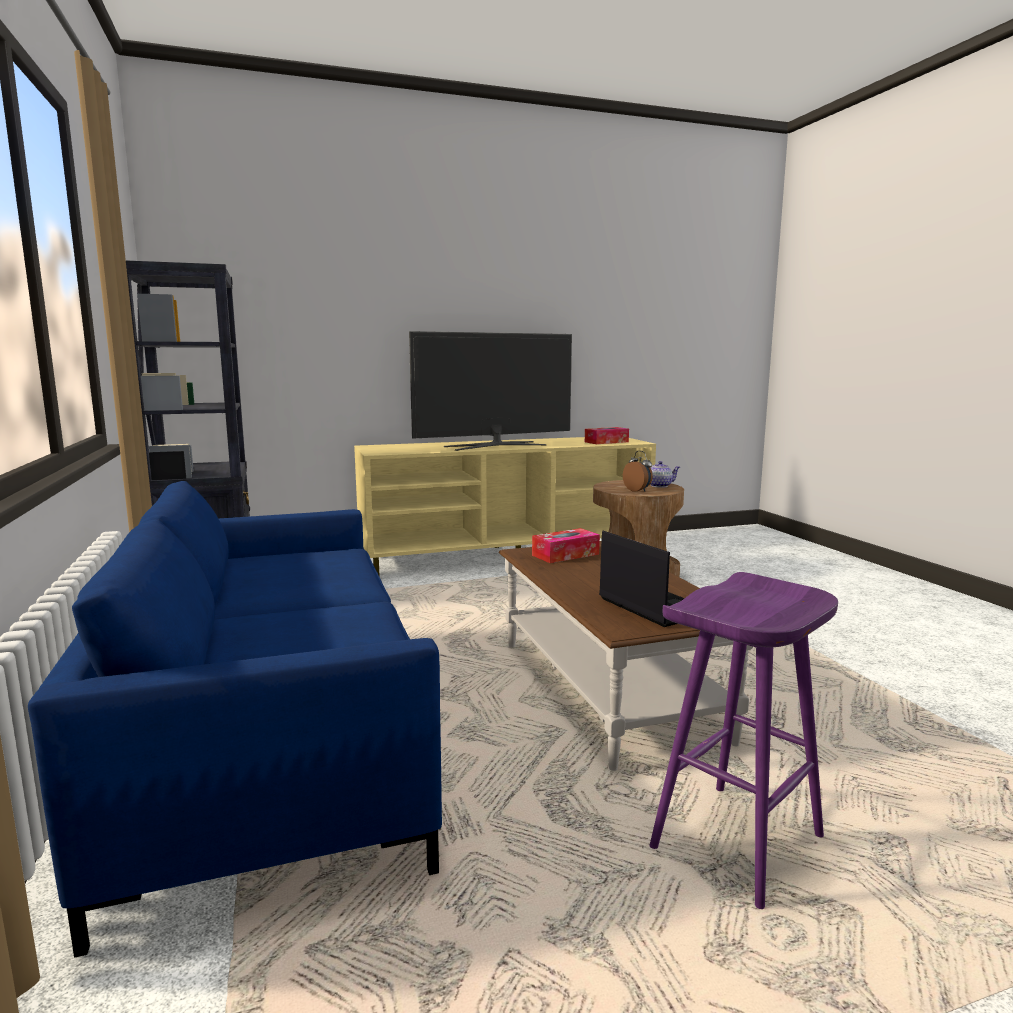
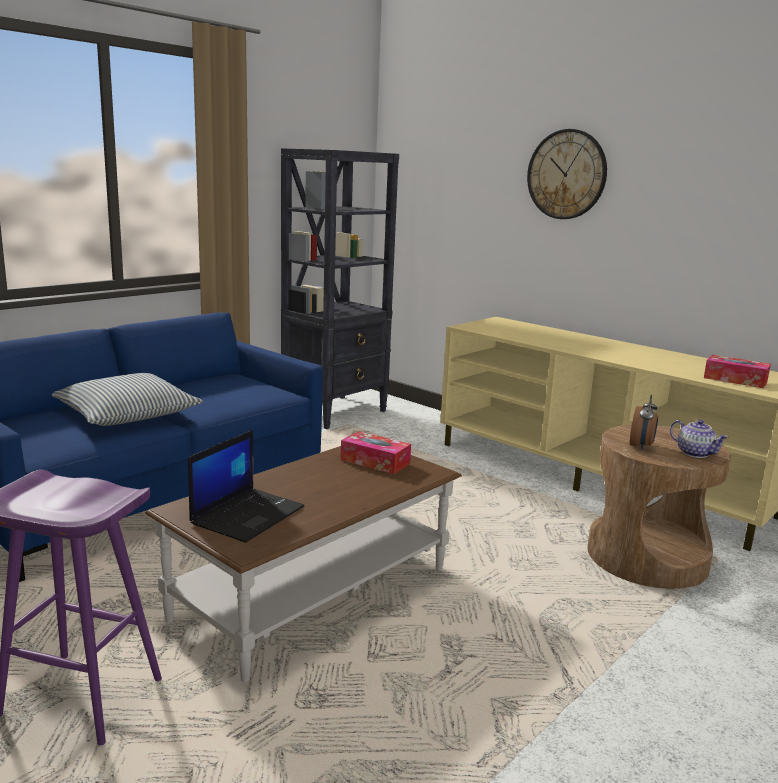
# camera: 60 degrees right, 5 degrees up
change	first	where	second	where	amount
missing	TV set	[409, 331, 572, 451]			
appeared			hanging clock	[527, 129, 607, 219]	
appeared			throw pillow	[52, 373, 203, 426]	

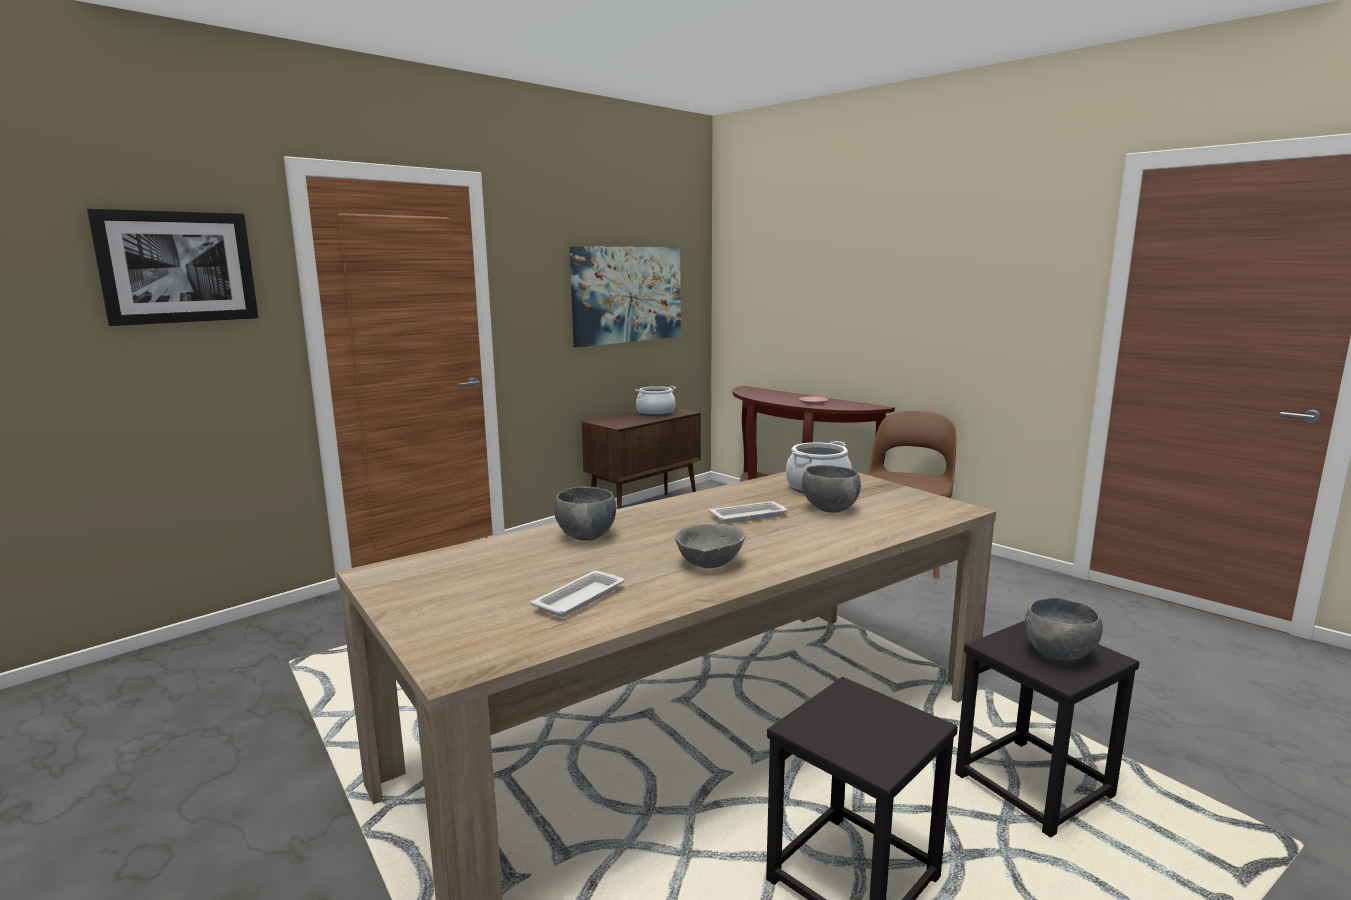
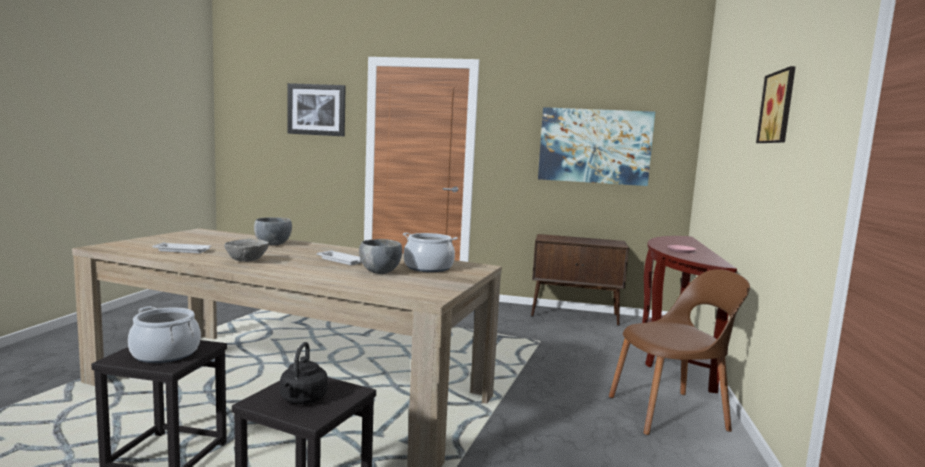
# camera: 55 degrees right, 5 degrees down
change	first	where	second	where	amount
relocated	stockpot	[635, 386, 676, 416]		[128, 306, 201, 363]	
exchanged	bowl/grey	[1025, 598, 1103, 661]	water kettle/black-coloured	[280, 342, 328, 404]	
appeared			picture	[756, 66, 796, 143]	

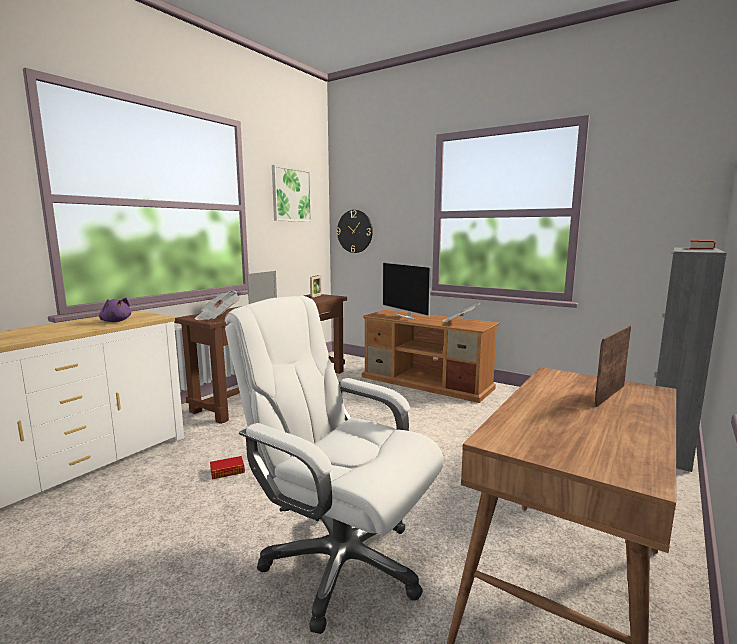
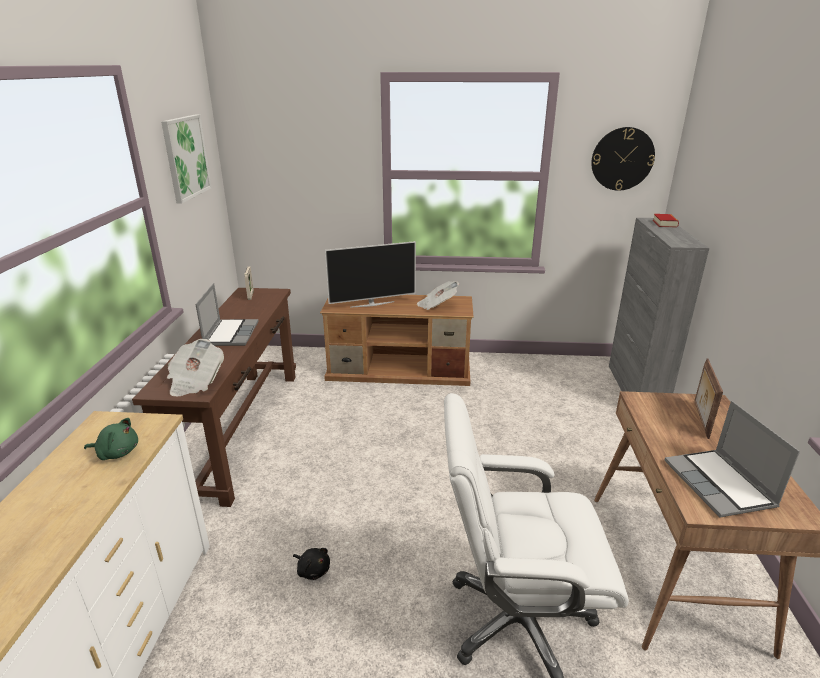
# camera: 30 degrees left, 15 degrees up
change	first	where	second	where	amount
relocated	hanging clock	[336, 210, 373, 253]		[591, 127, 655, 190]	
spun	TV set	[382, 262, 431, 320]		[325, 241, 416, 308]	45 degrees counterclockwise
colour	plush toy/purple-coloured	[99, 298, 131, 322]	plush toy/greenish	[84, 418, 138, 460]	
exchanged	bound book	[210, 456, 245, 479]	plush toy/black-coloured	[293, 548, 330, 580]	
appeared			notebook computer	[665, 401, 800, 517]	

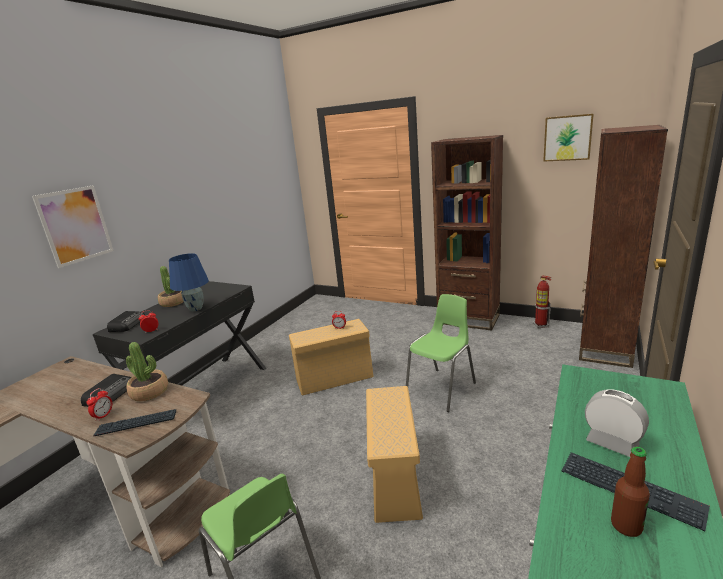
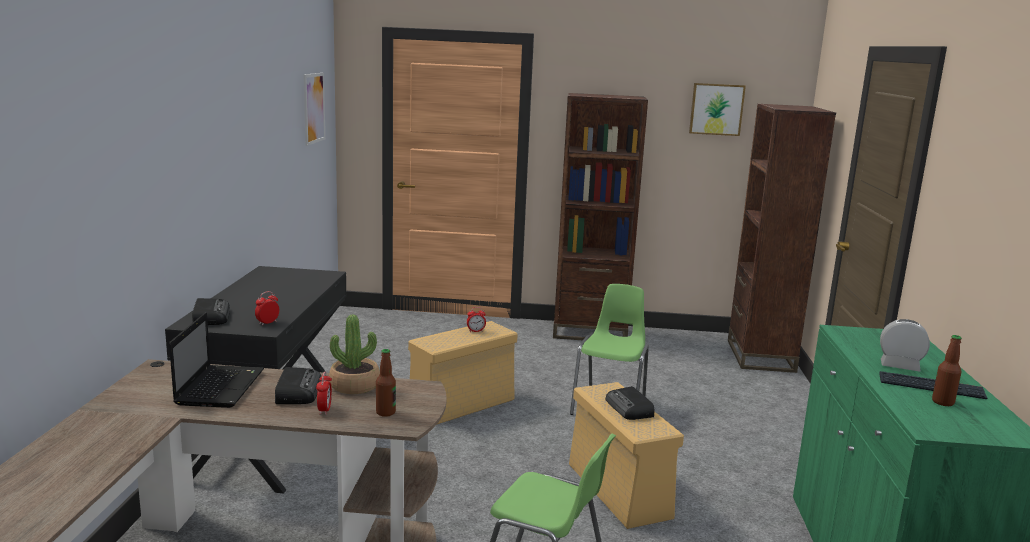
# camera: 25 degrees left, 5 degrees down
change	first	where	second	where	amount
relocated	picture	[32, 186, 114, 268]		[304, 73, 325, 146]	
missing	tabletop lamp/blue	[169, 253, 209, 311]			
missing	houseplant	[158, 266, 184, 307]			
missing	extinguisher	[533, 276, 552, 328]			
exchanged	PC keyboard	[93, 409, 176, 436]	beverage bottle	[376, 349, 396, 417]	
appeared			notebook computer	[169, 313, 264, 408]	
appeared			radio receiver	[606, 386, 654, 420]	

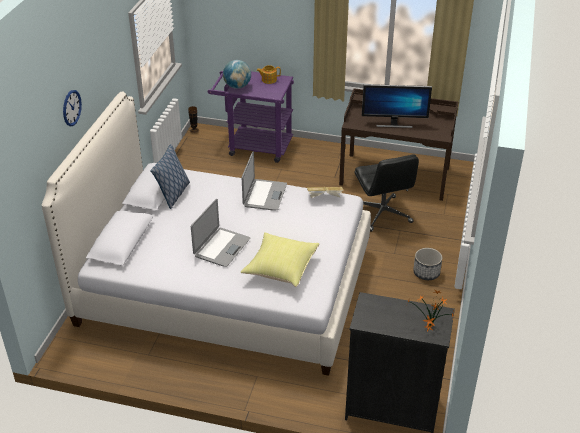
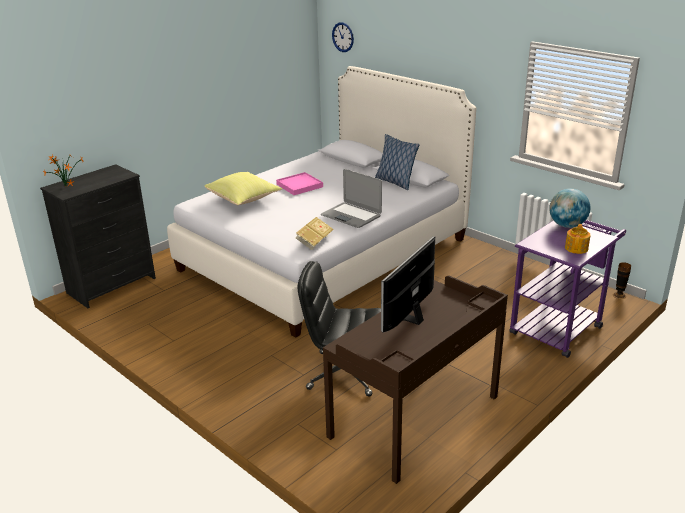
# camera: 120 degrees right, 10 degrees down
change	first	where	second	where	amount
relocated	hanging clock	[63, 90, 82, 126]		[332, 22, 354, 52]	
exchanged	notebook computer	[191, 199, 250, 267]	tray/pinkish	[276, 172, 323, 195]	
missing	flower pot	[413, 248, 442, 280]			

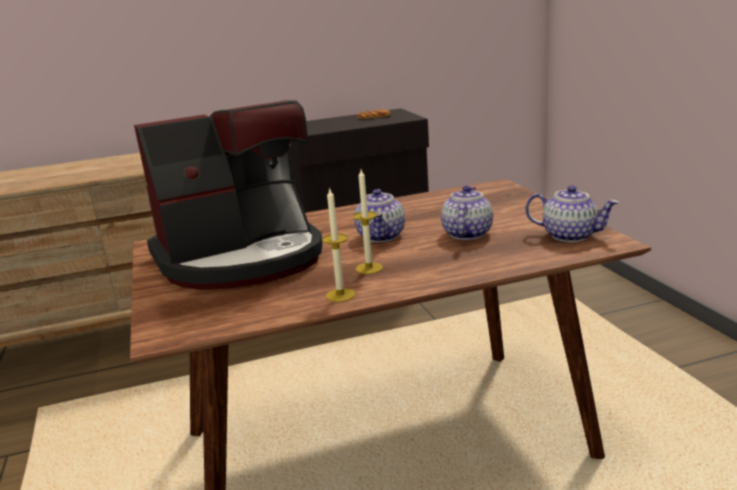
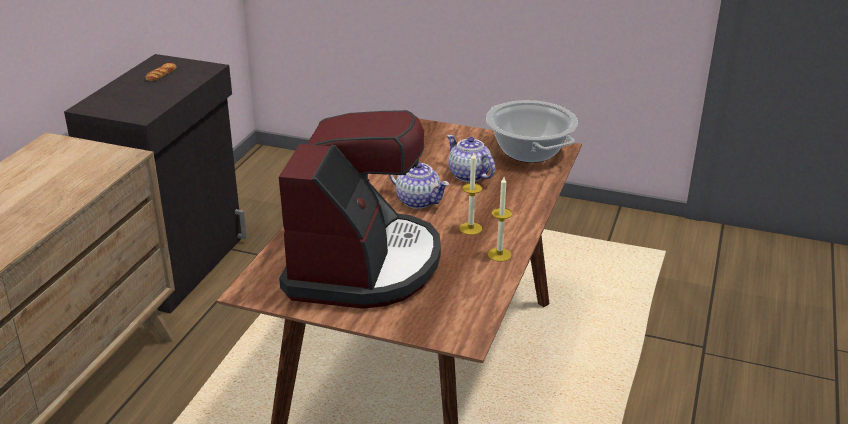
# camera: 55 degrees left, 10 degrees up
change	first	where	second	where	amount
exchanged	teapot	[525, 185, 619, 242]	stockpot	[486, 100, 578, 163]	

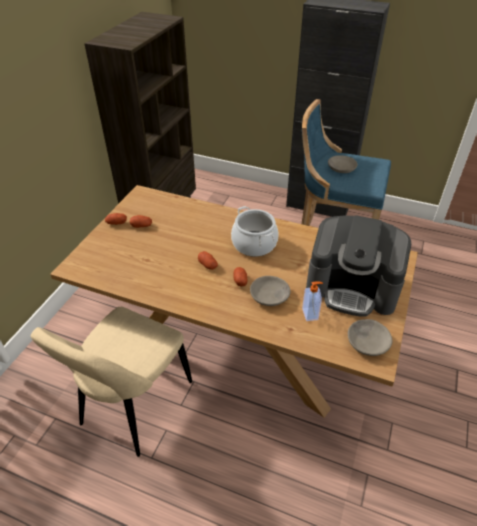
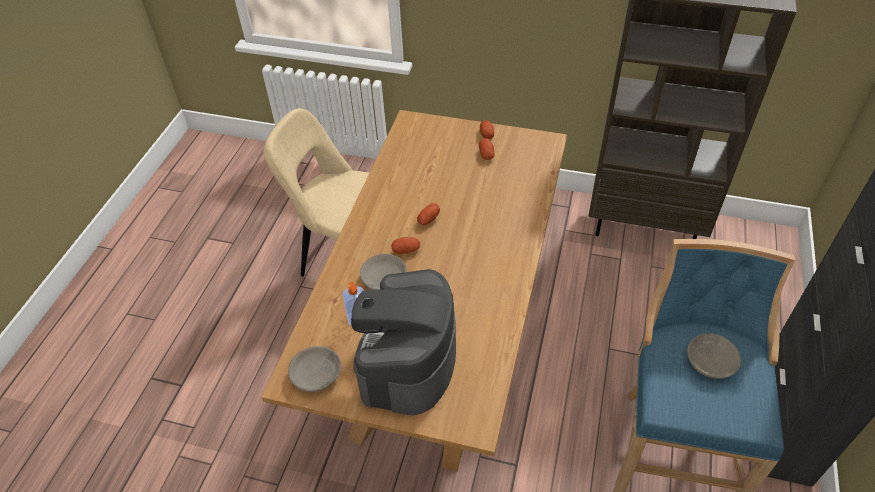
# camera: 85 degrees right, 5 degrees up
change	first	where	second	where	amount
missing	stockpot	[231, 206, 279, 257]			

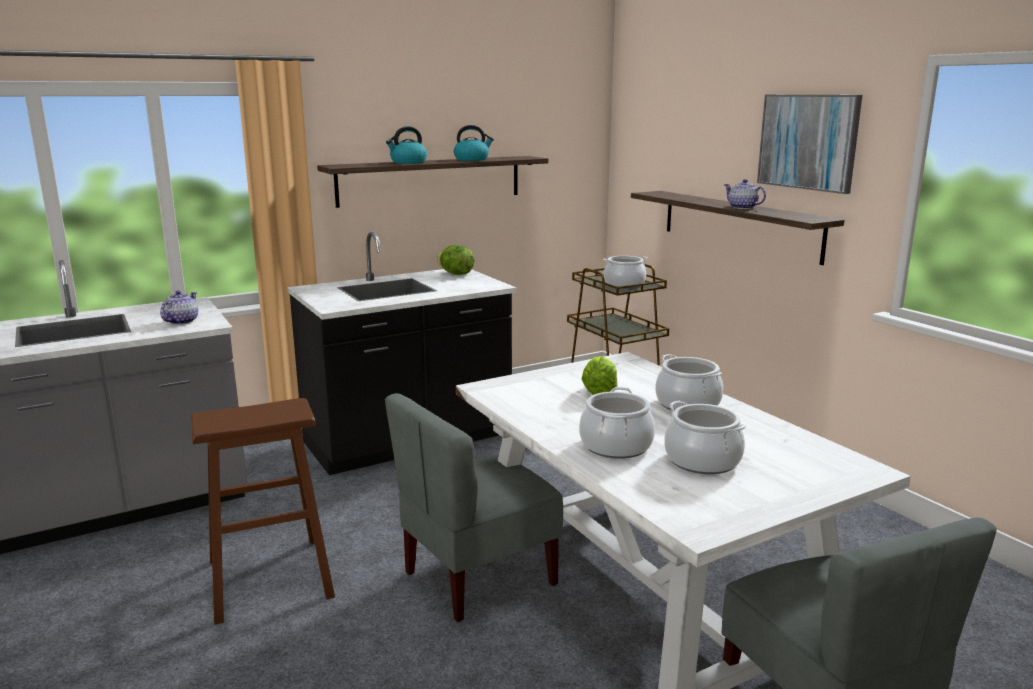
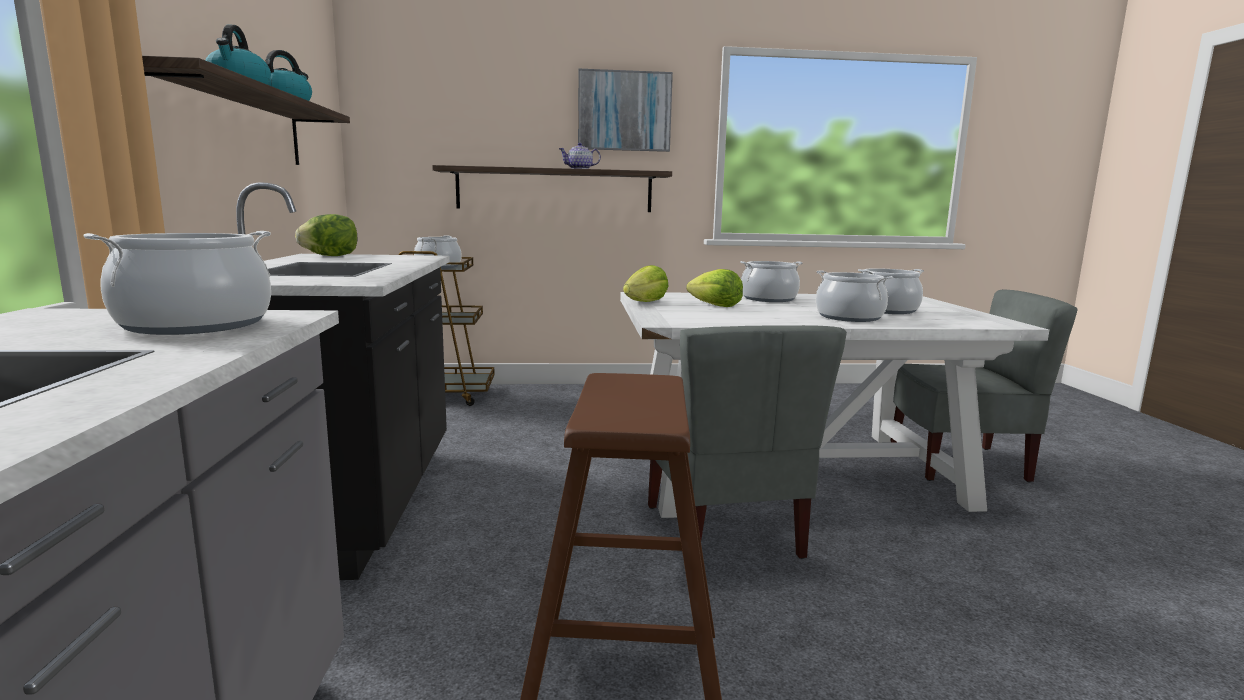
# camera: 65 degrees left, 5 degrees down
change	first	where	second	where	amount
exchanged	teapot	[160, 290, 198, 325]	stockpot	[83, 231, 271, 335]	
appeared			head of lettuce	[623, 265, 669, 302]	

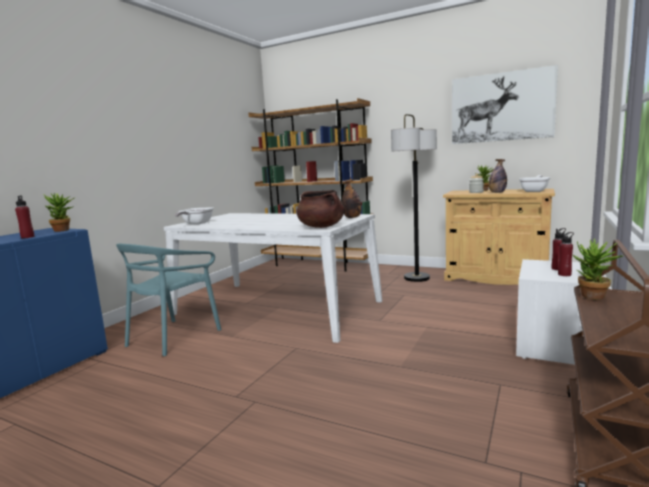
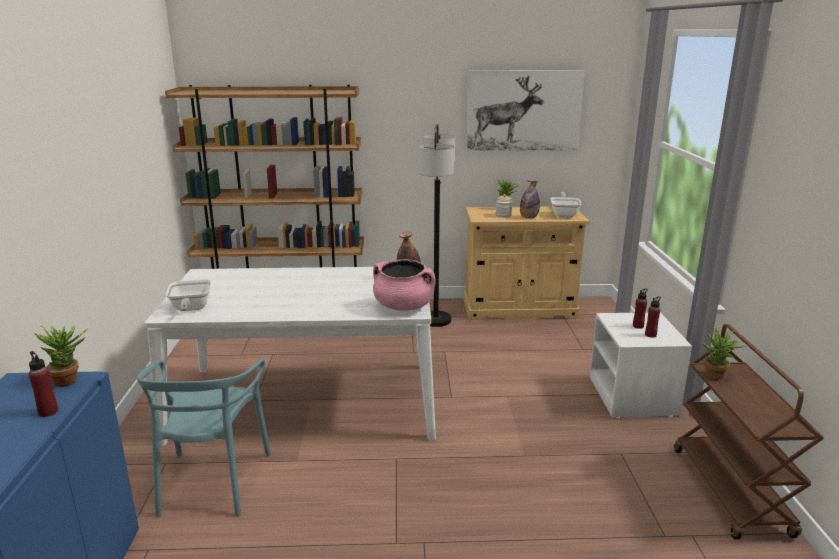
# camera: 30 degrees left, 10 degrees up
change	first	where	second	where	amount
colour	stockpot/brown-coloured	[296, 190, 345, 228]	stockpot/pinkish	[373, 259, 435, 311]	

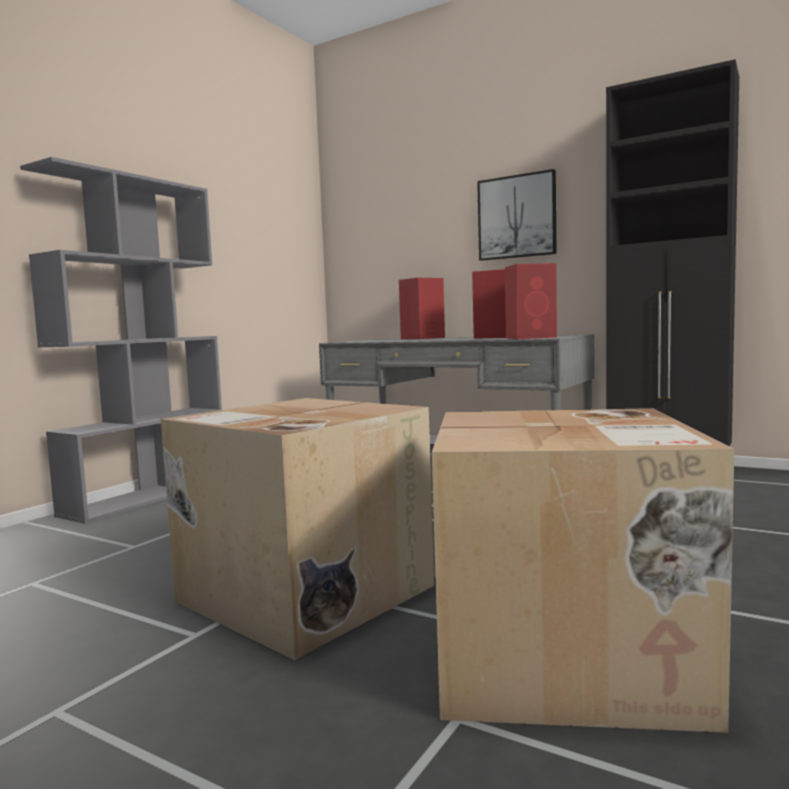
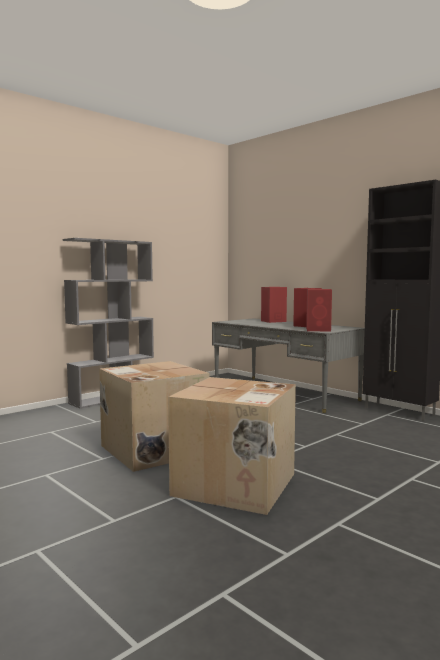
# camera: 15 degrees right, 0 degrees up
change	first	where	second	where	amount
missing	picture	[477, 169, 557, 261]			

